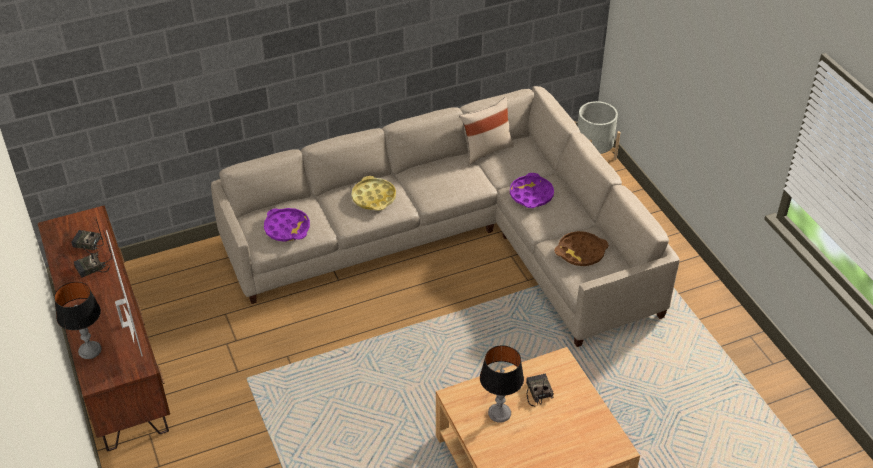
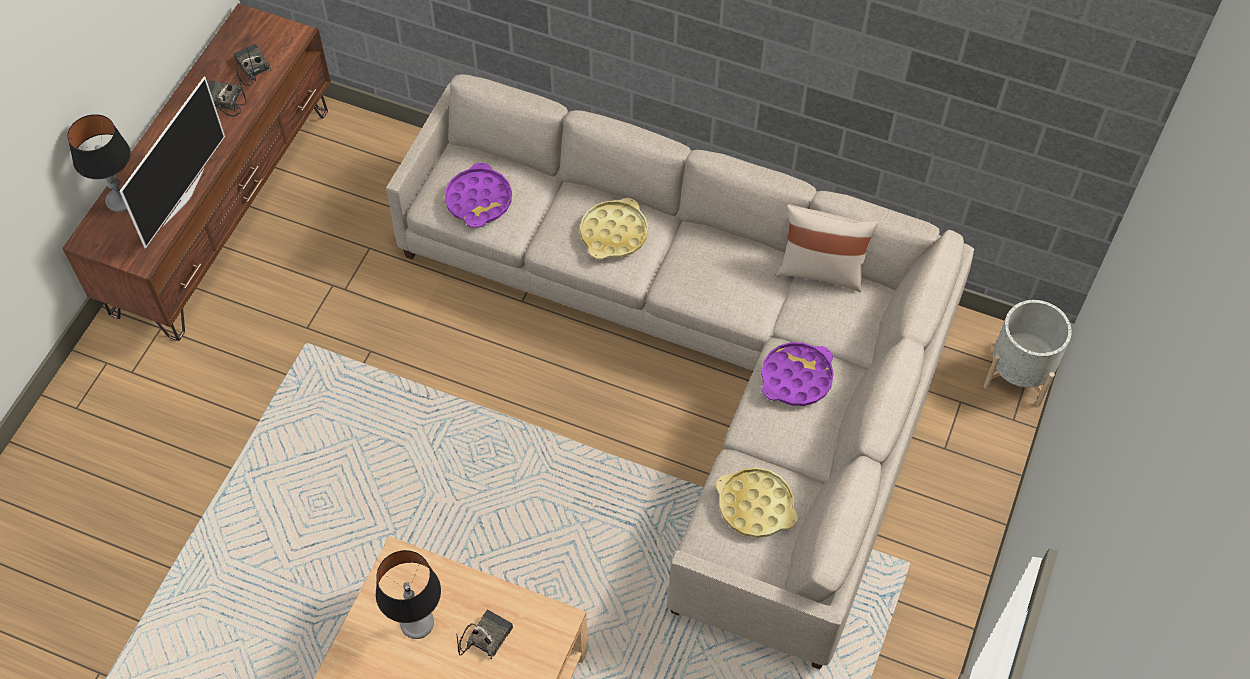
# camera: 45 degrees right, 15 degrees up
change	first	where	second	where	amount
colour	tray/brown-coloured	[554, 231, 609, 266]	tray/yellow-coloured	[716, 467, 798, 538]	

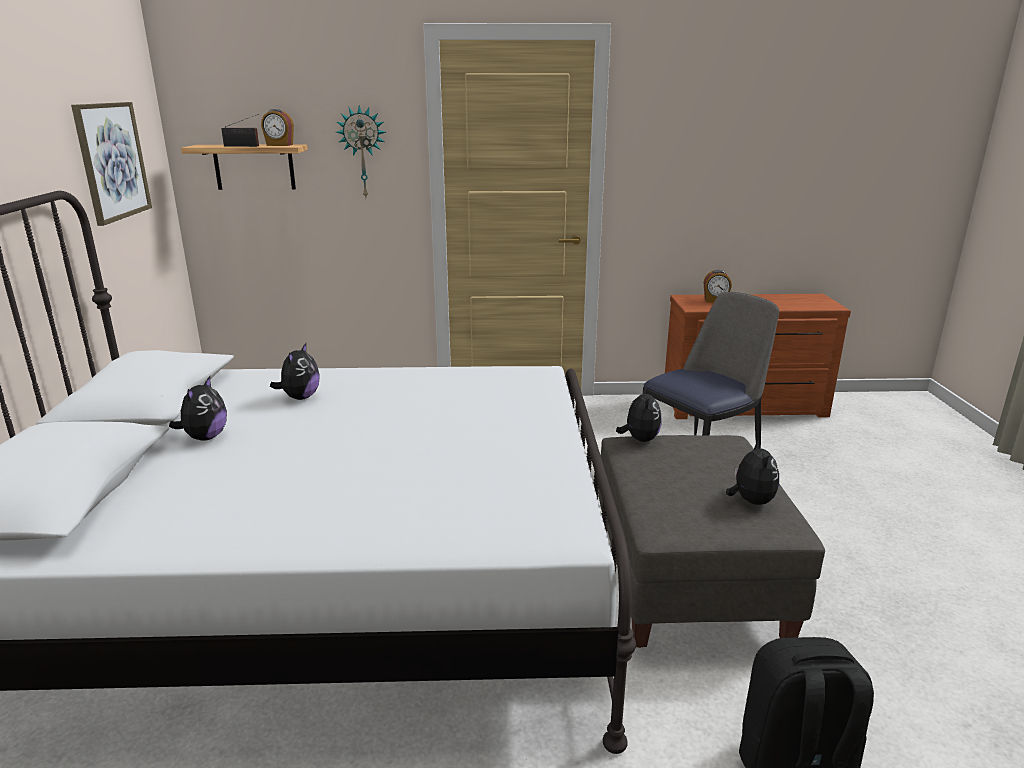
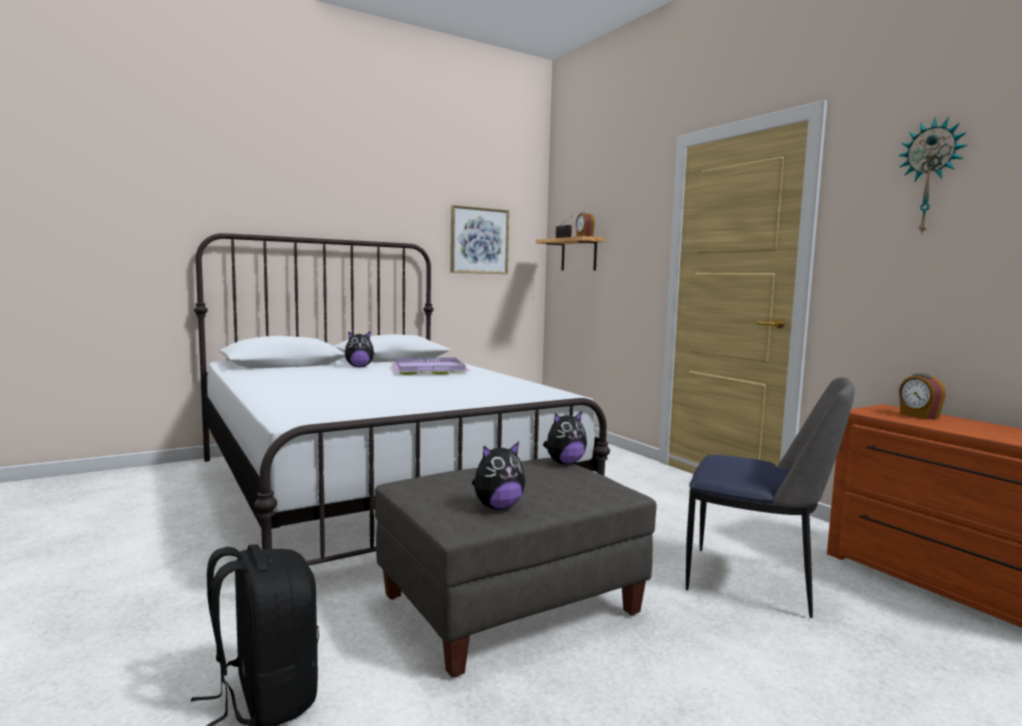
# camera: 60 degrees right, 15 degrees down
change	first	where	second	where	amount
relocated	hanging clock	[336, 105, 386, 197]		[898, 117, 967, 234]	
exchanged	plush toy	[270, 343, 319, 400]	tray/purple-coloured	[391, 357, 470, 375]	

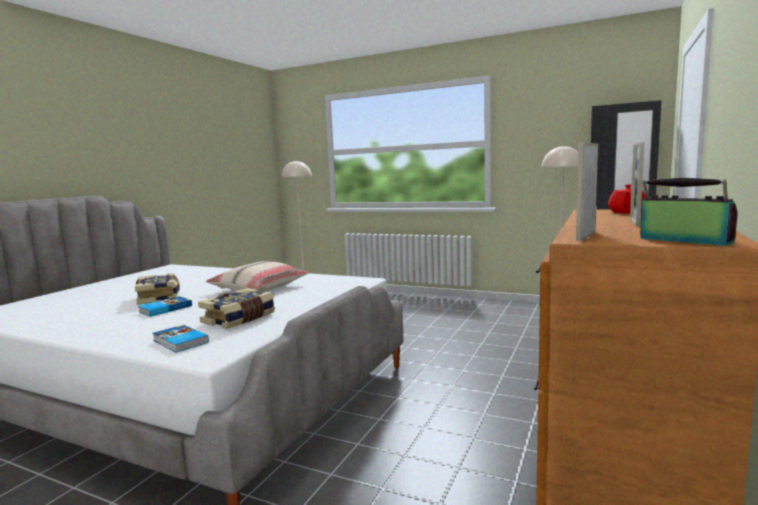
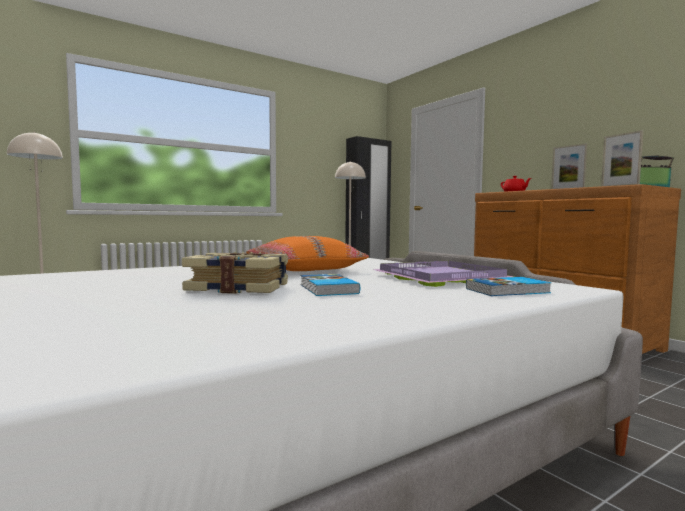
# camera: 60 degrees left, 5 degrees down
change	first	where	second	where	amount
colour	throw pillow/beige-coloured	[206, 261, 308, 293]	throw pillow/orange-coloured	[246, 236, 369, 271]	
exchanged	bound book	[198, 288, 275, 329]	tray/purple-coloured	[372, 261, 514, 287]	

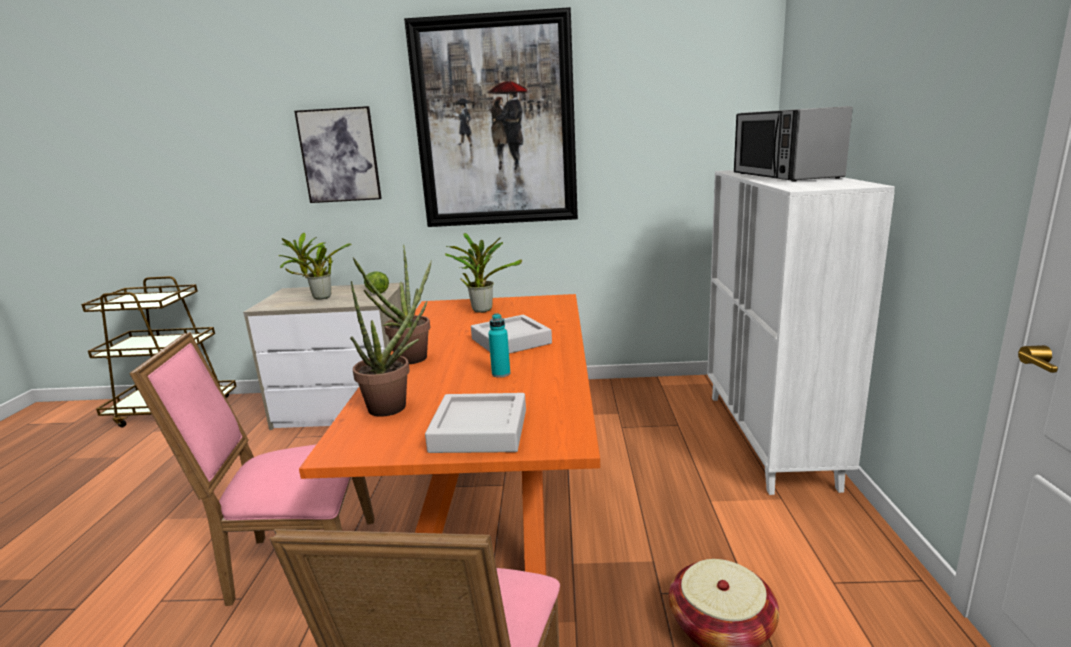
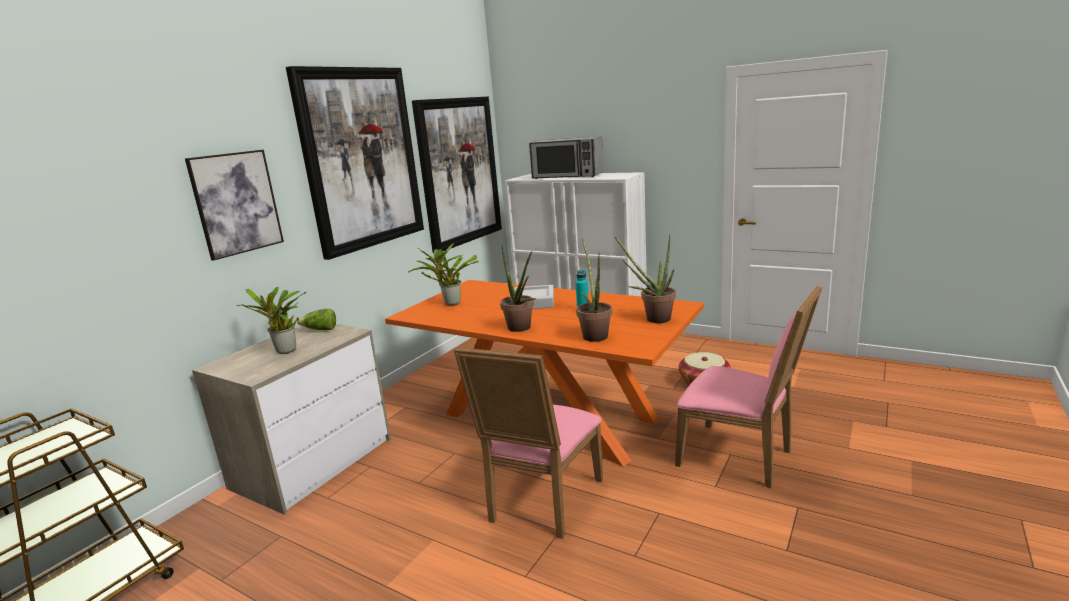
# camera: 60 degrees left, 0 degrees up
change	first	where	second	where	amount
exchanged	tray/grey	[425, 393, 526, 453]	houseplant	[614, 234, 676, 323]	
appeared			picture	[412, 97, 502, 253]	

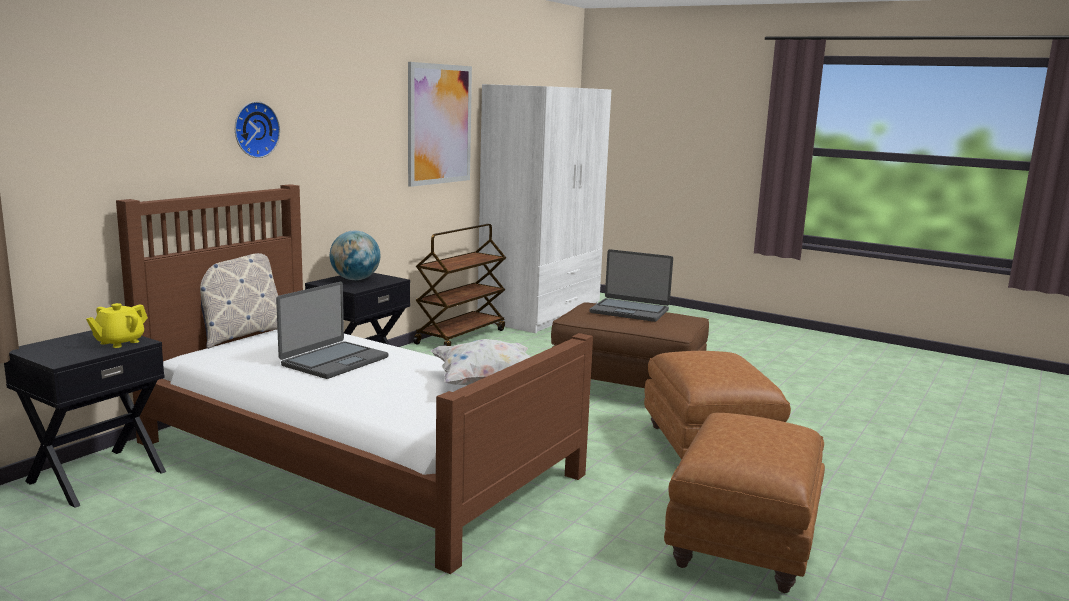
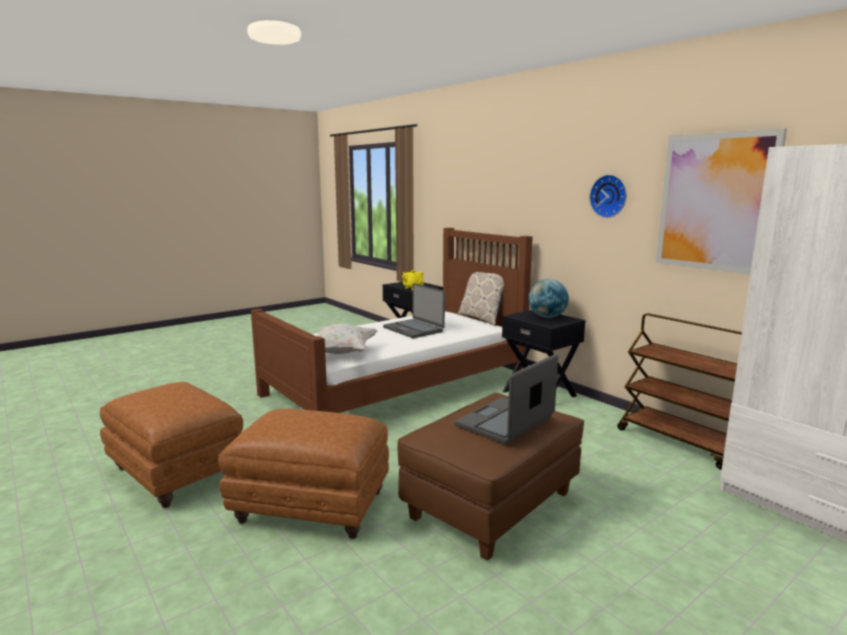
# camera: 110 degrees right, 0 degrees up
change	first	where	second	where	amount
relocated	hanging clock	[235, 101, 280, 158]		[590, 175, 627, 218]	

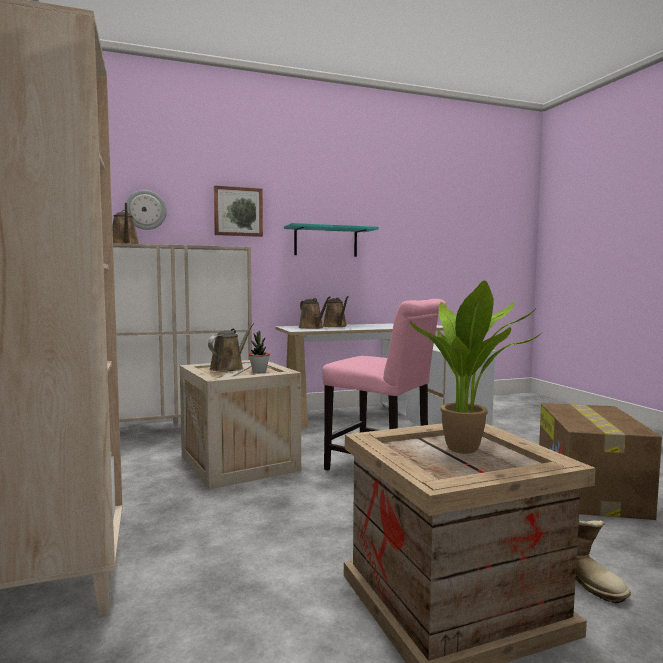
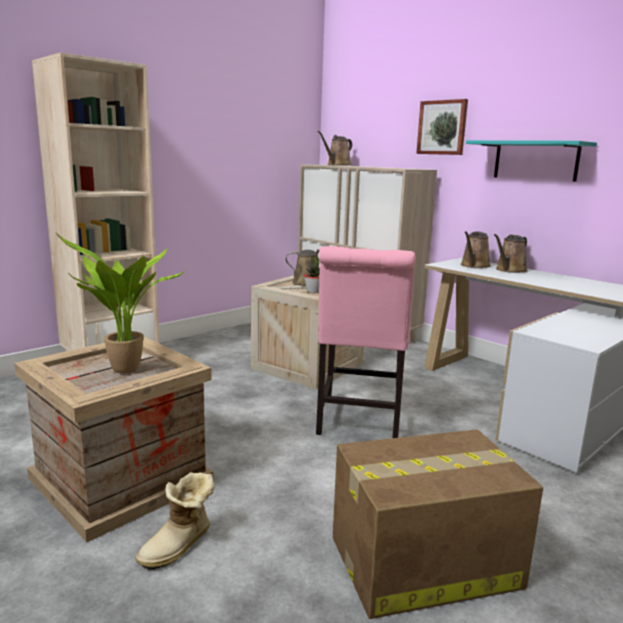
# camera: 65 degrees right, 10 degrees up
change	first	where	second	where	amount
missing	hanging clock	[126, 190, 167, 230]			

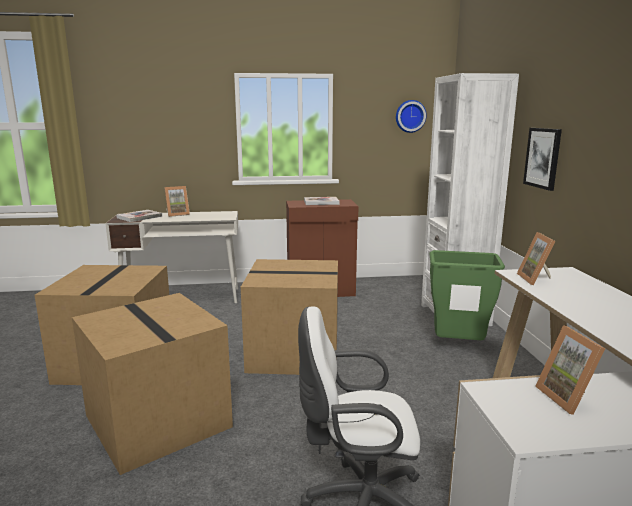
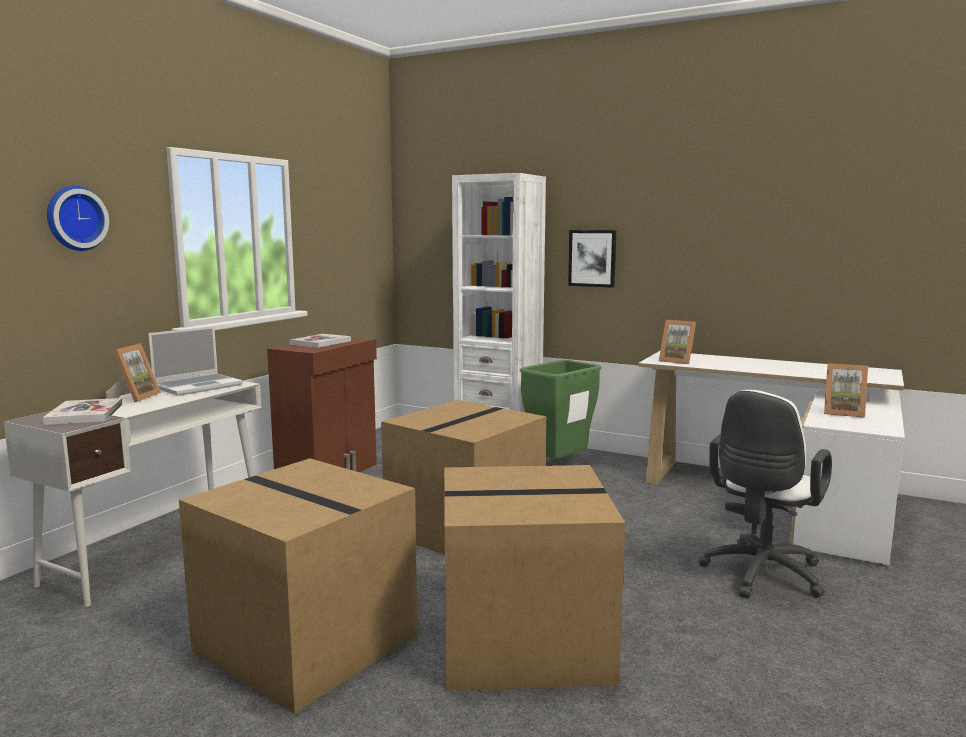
# camera: 55 degrees left, 5 degrees down
change	first	where	second	where	amount
relocated	hanging clock	[396, 100, 427, 133]		[47, 186, 109, 251]	
appeared			notebook computer	[148, 326, 243, 396]	

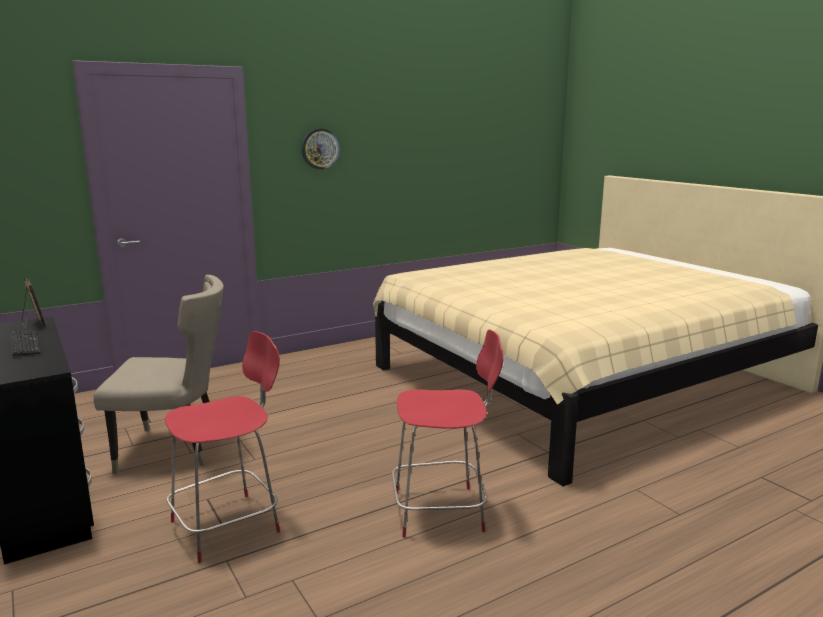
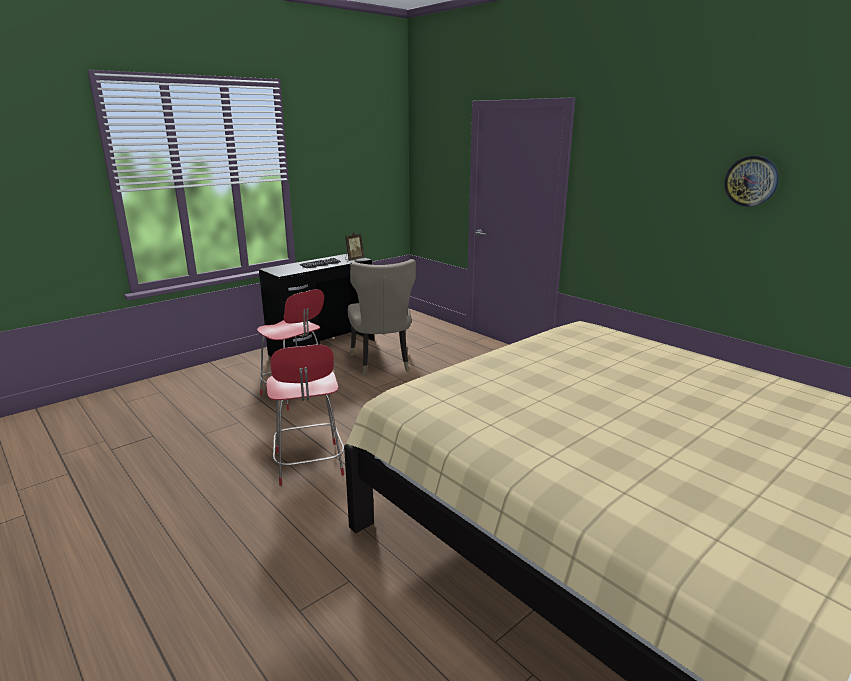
# camera: 80 degrees right, 5 degrees up
change	first	where	second	where	amount
relocated	hanging clock	[302, 128, 340, 170]		[724, 156, 779, 207]	

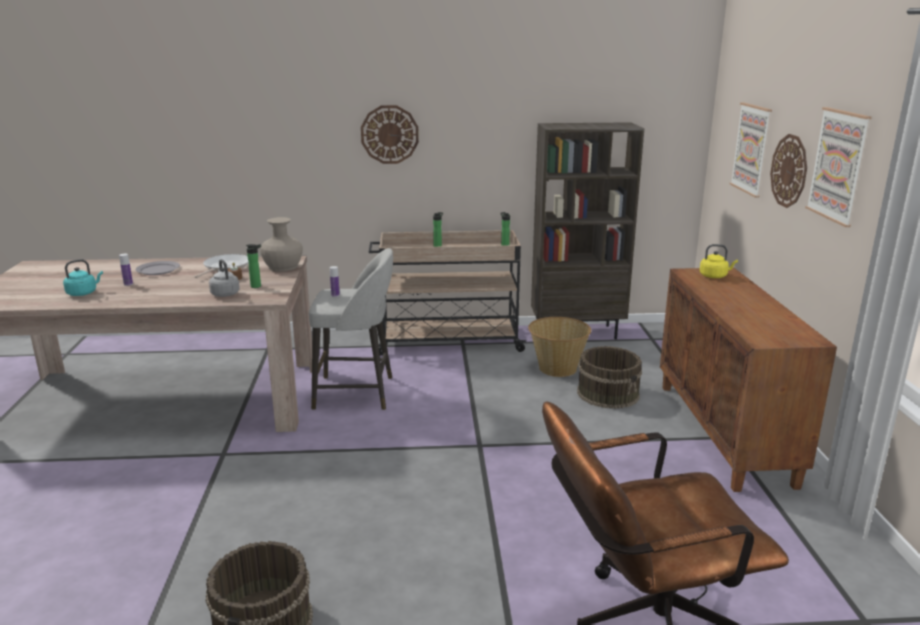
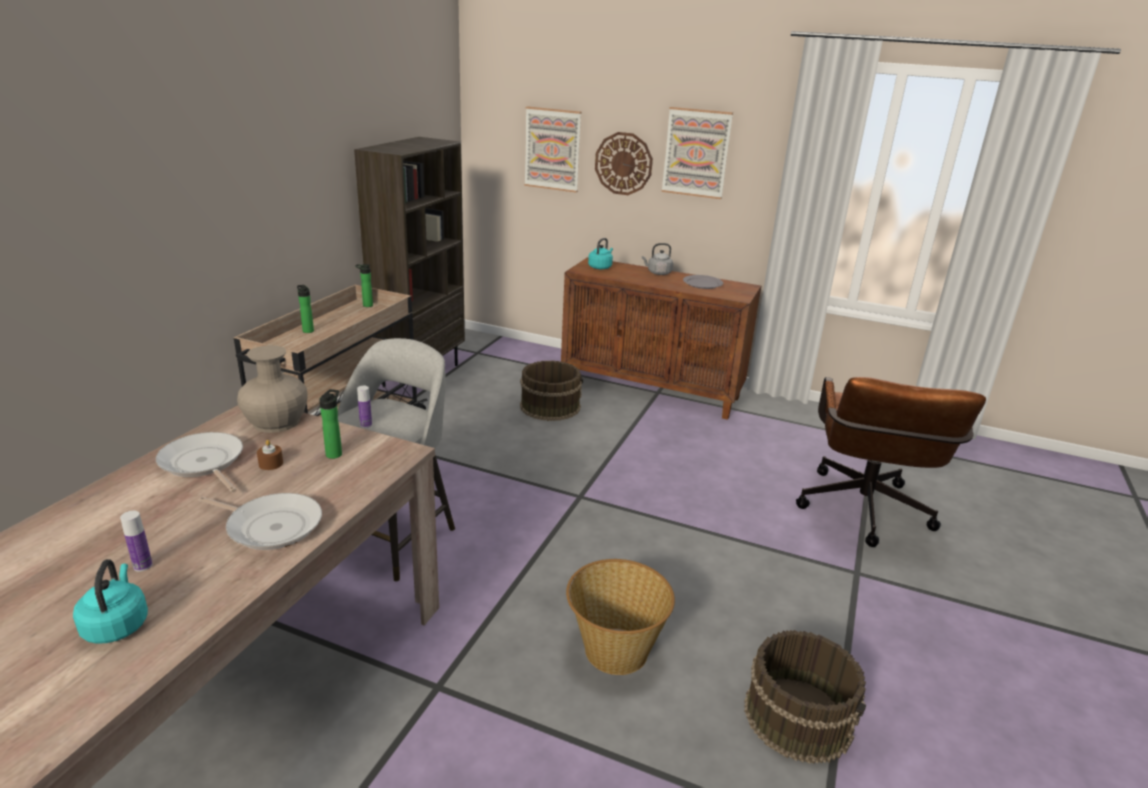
# camera: 65 degrees left, 5 degrees up
change	first	where	second	where	amount
missing	hanging clock	[361, 105, 419, 164]			
colour	water kettle/yellow-coloured	[700, 244, 738, 278]	water kettle/turquoise	[588, 238, 613, 269]	
relocated	water kettle/grey	[209, 259, 240, 297]		[642, 243, 673, 275]	
relocated	dinner plate/grey	[136, 261, 180, 275]		[683, 275, 723, 289]	
relocated	basket	[528, 317, 591, 377]		[566, 559, 675, 675]	
appeared			pan	[198, 493, 322, 550]	

